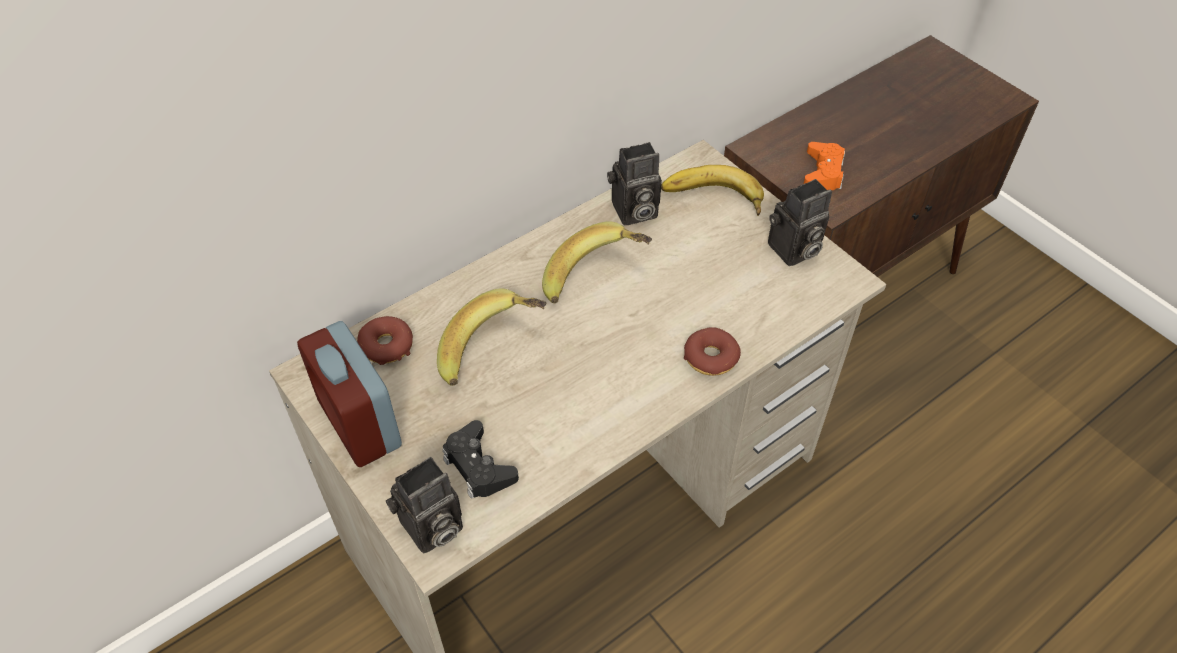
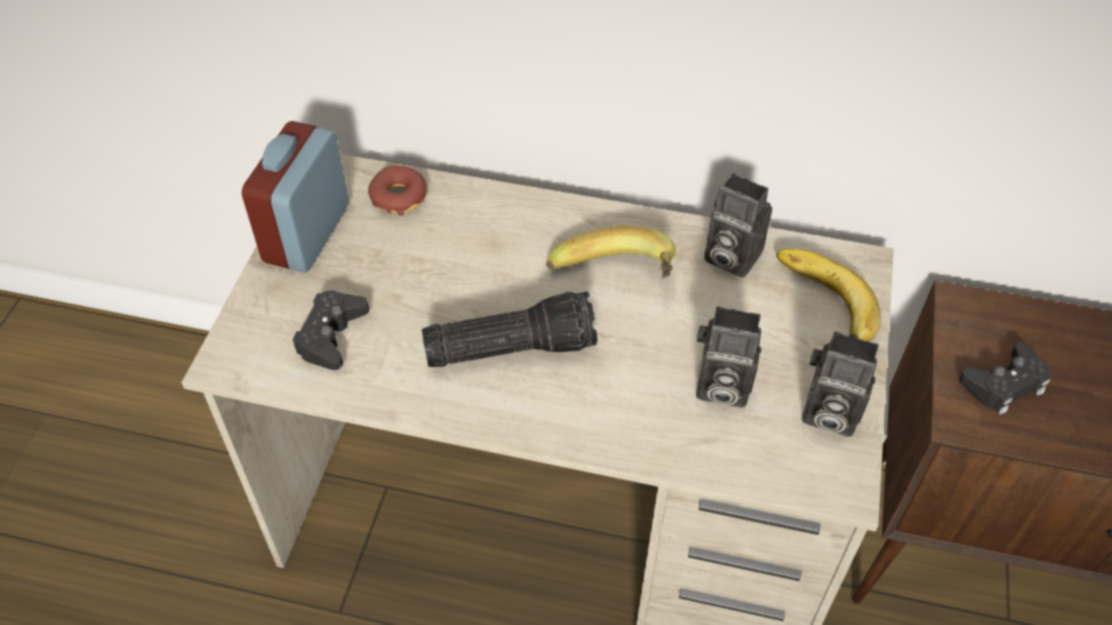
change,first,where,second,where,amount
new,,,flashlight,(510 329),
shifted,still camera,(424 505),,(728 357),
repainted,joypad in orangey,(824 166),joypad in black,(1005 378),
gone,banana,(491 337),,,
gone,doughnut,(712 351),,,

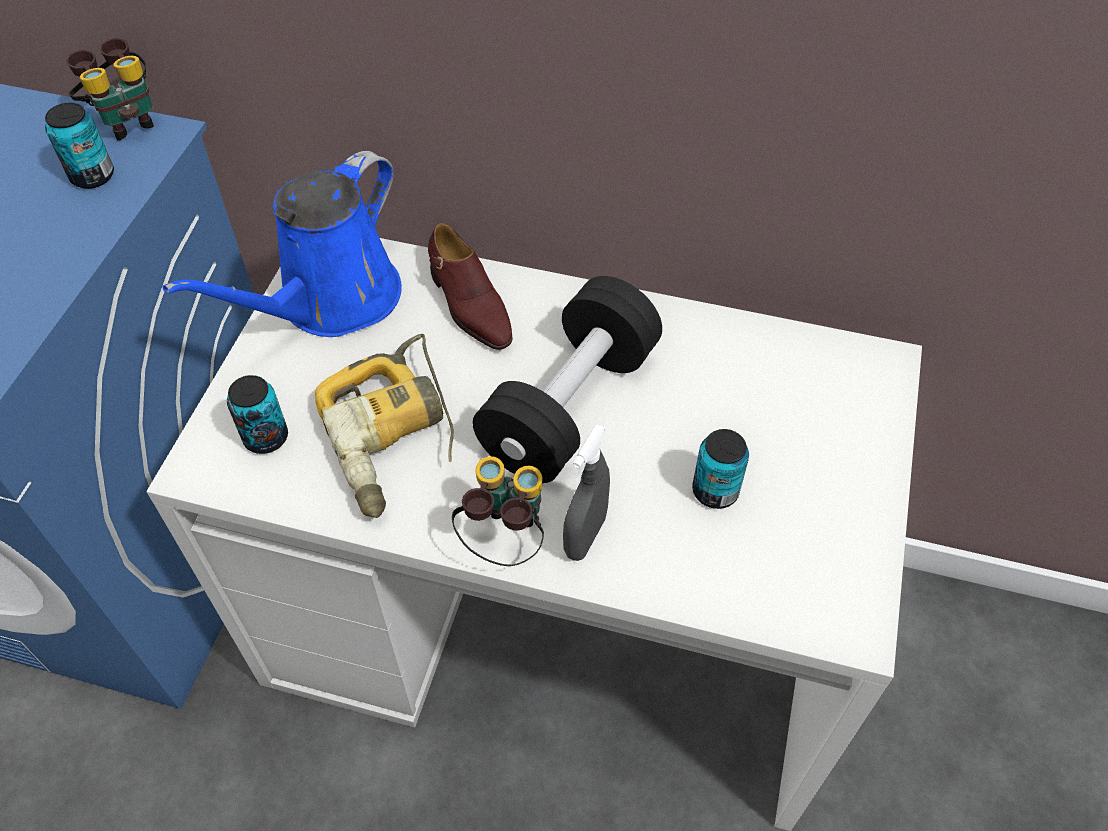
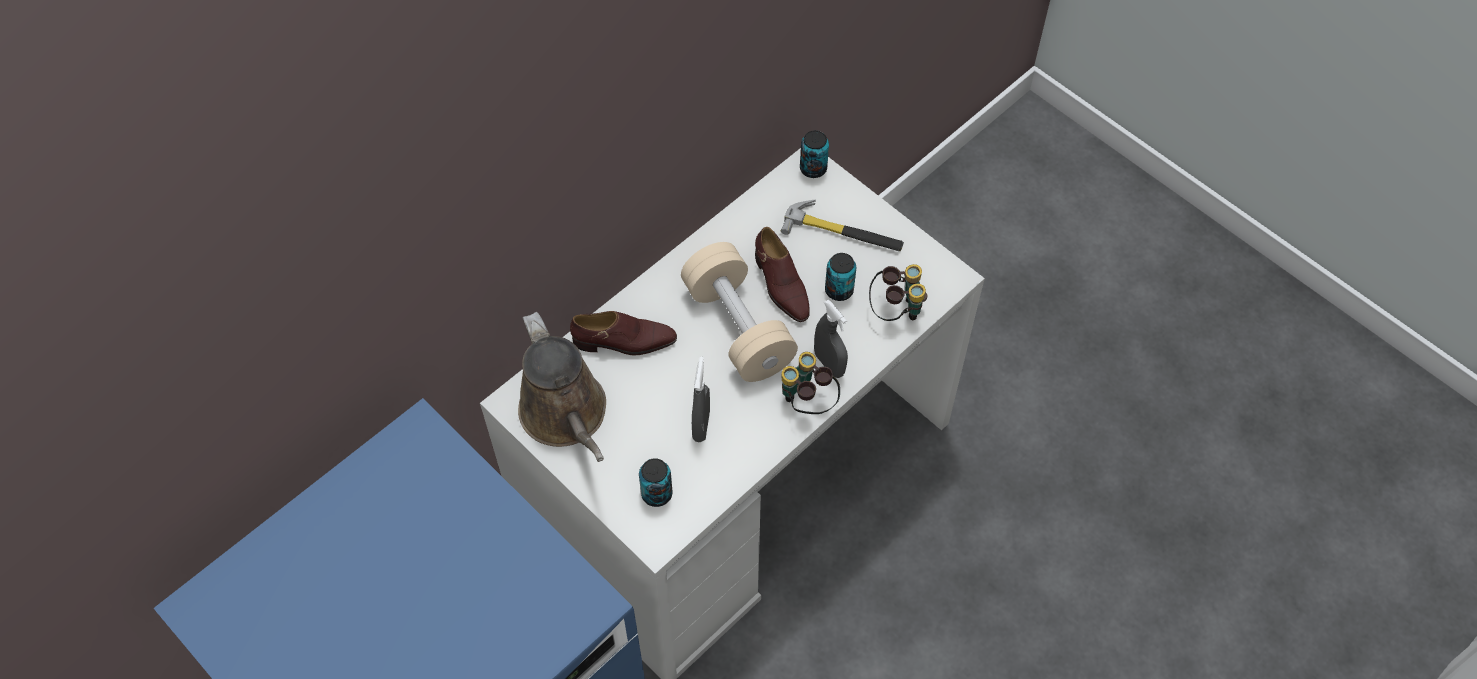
change,first,where,second,where,amount
repainted,watering can in blue,(282 244),watering can in brown,(562 387),
repainted,dumbbell in black,(567 379),dumbbell in beige-coloured,(739 312),
swapped,power drill,(384 426),hand sprayer in gray,(701 399),
new,,,low shoe in brown,(782 274),
new,,,hammer,(842 225),
shifted,sealed can,(79 146),,(814 154),
shifted,field glasses,(110 89),,(898 292),

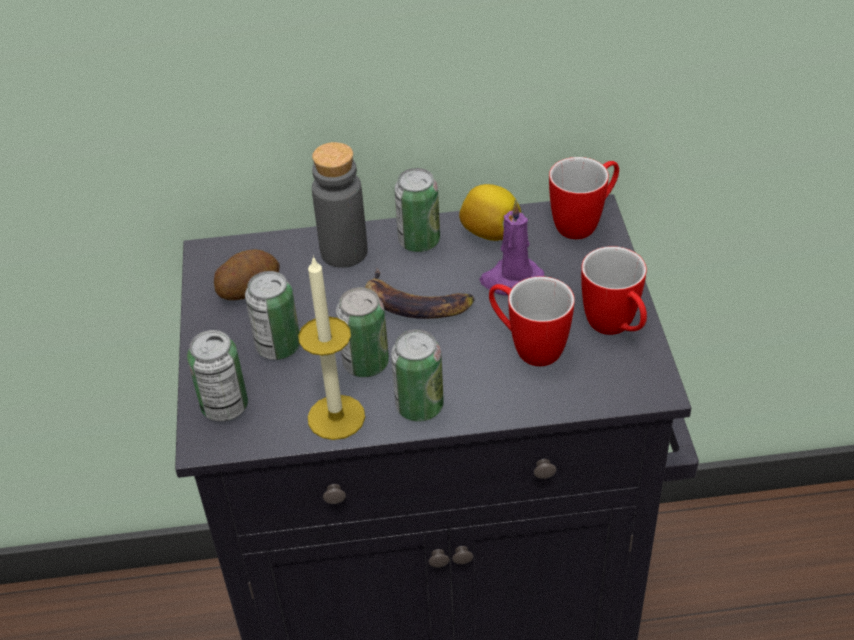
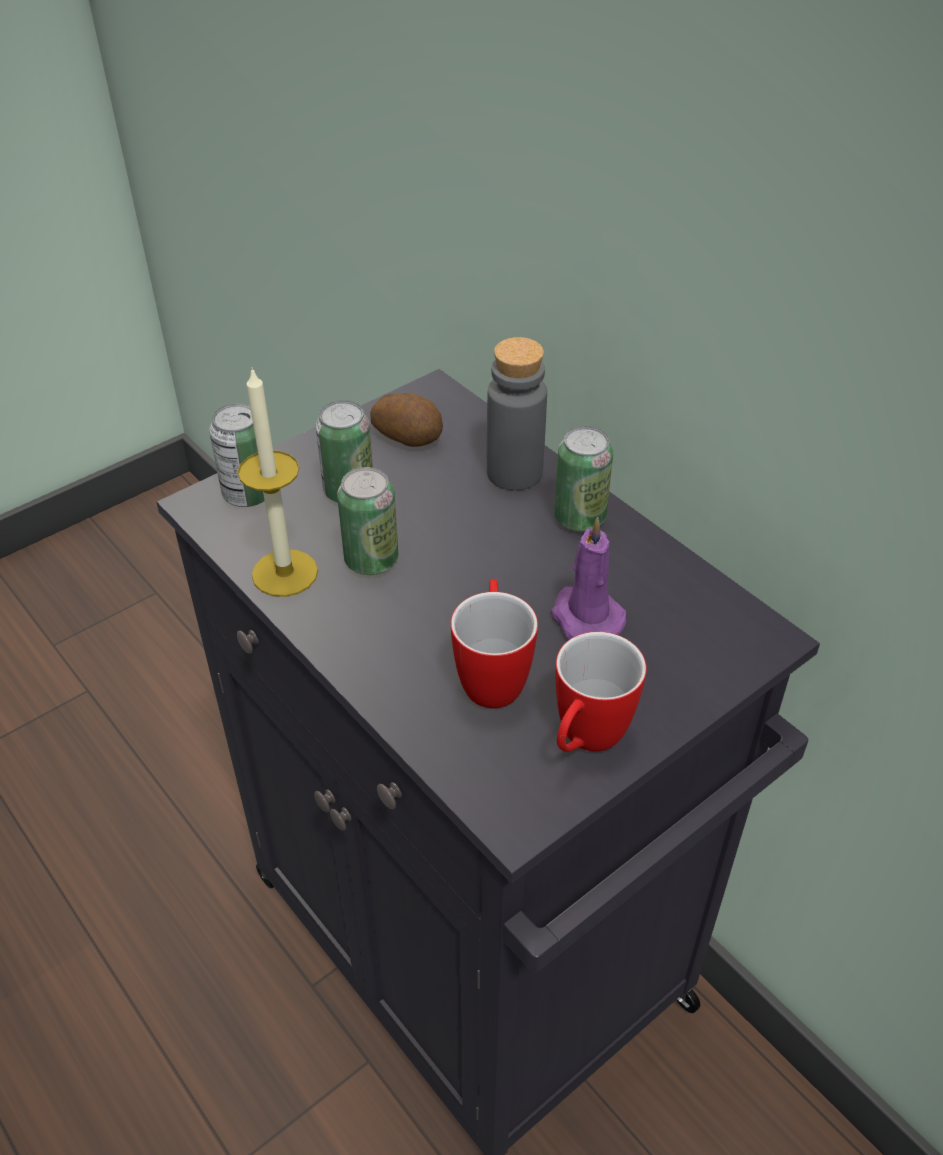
change,first,where,second,where,amount
gone,banana,(420 293),,,
gone,sealed can,(417 375),,,
gone,lemon,(490 212),,,
gone,mug,(584 198),,,

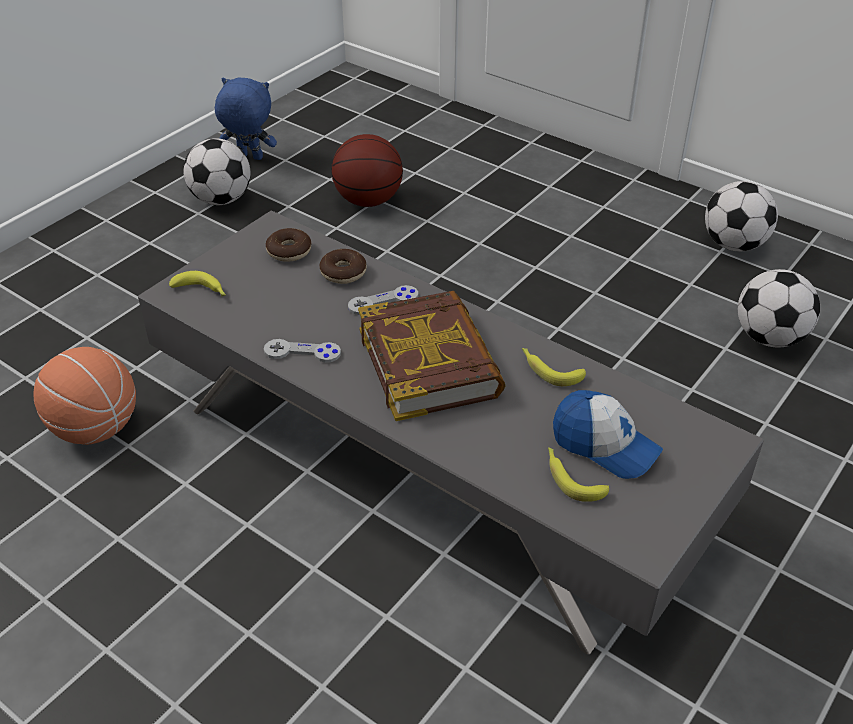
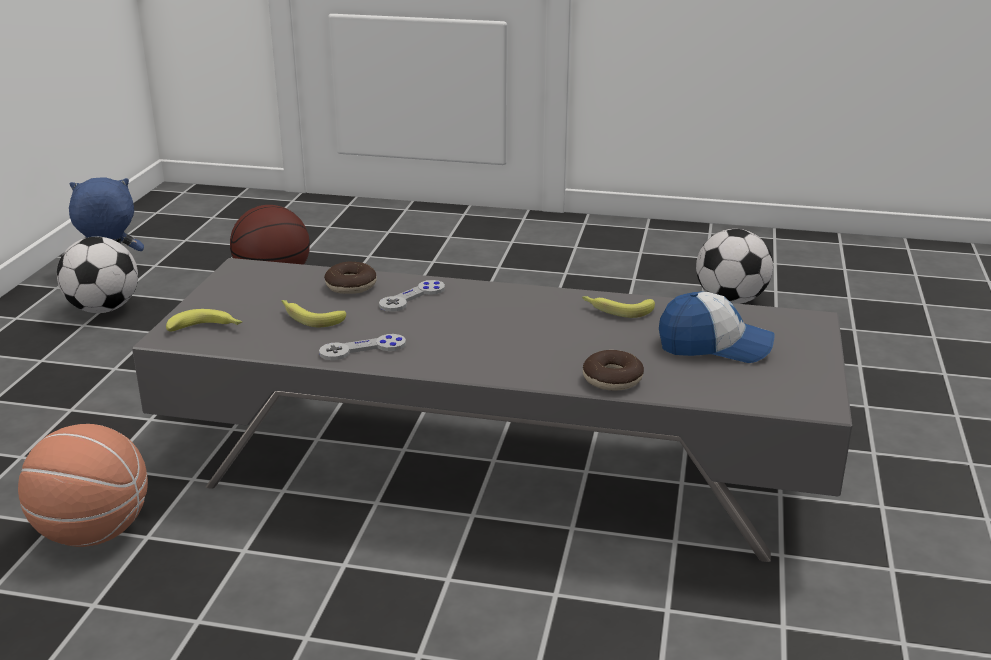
change,first,where,second,where,amount
shifted,banana,(578 474),,(313 313),
shifted,doughnut,(288 245),,(613 370),
gone,bound book,(431 356),,,
gone,football ball,(741 216),,,

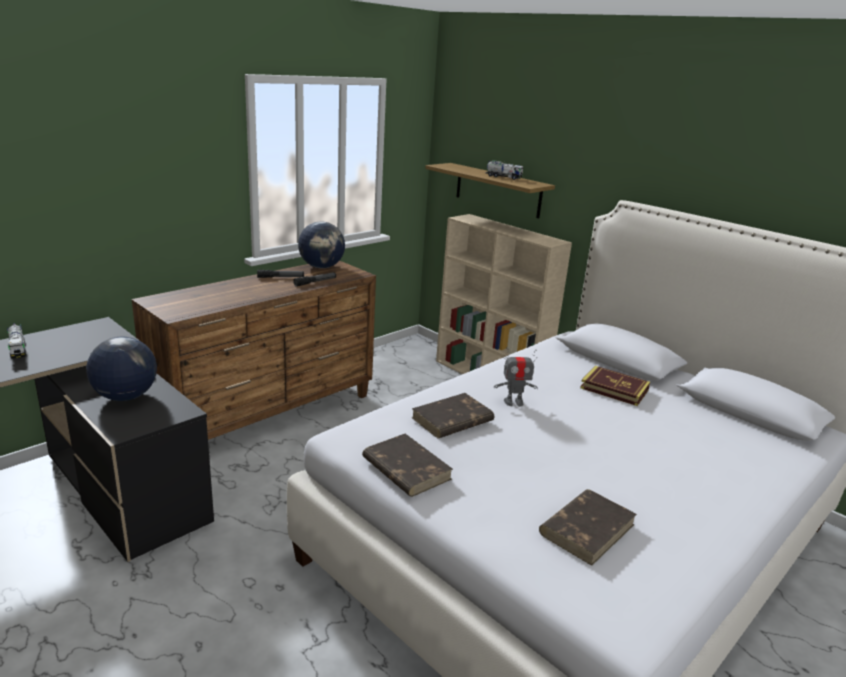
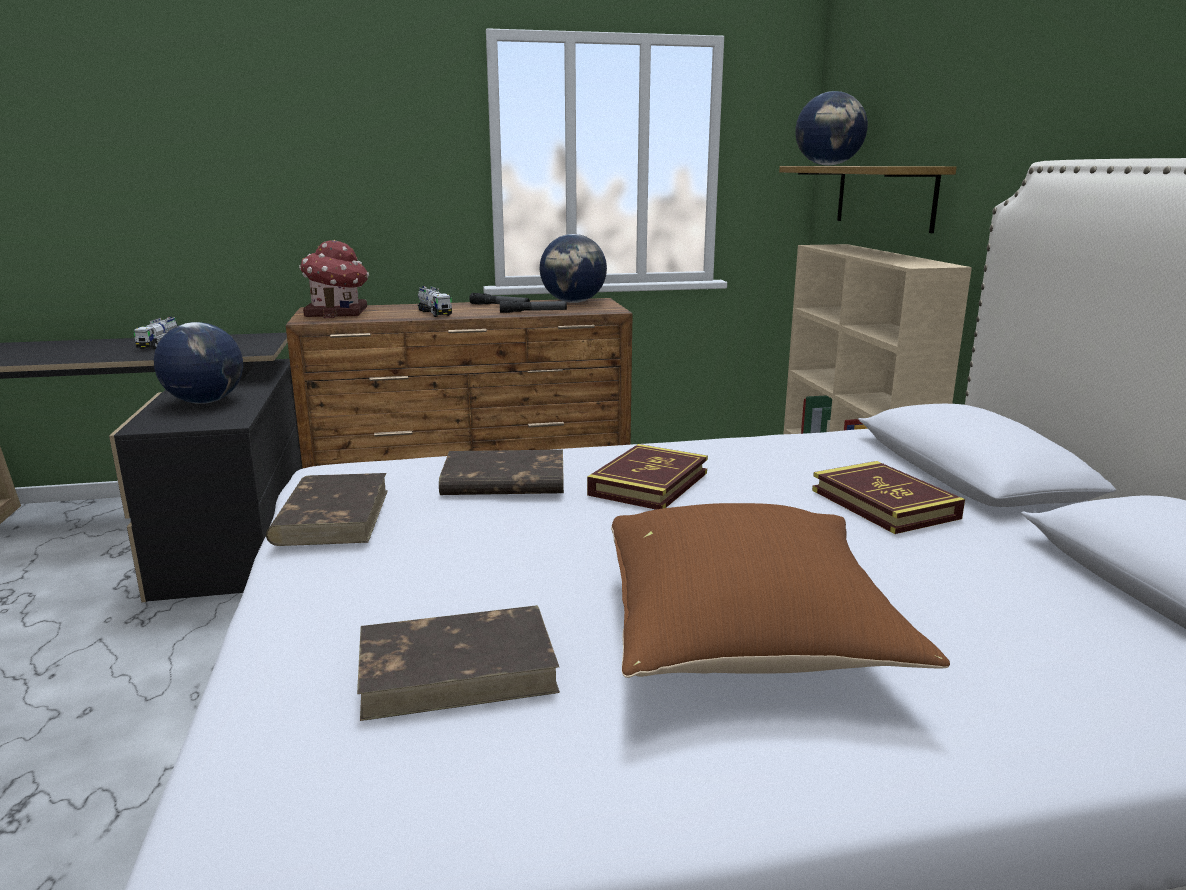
change,first,where,second,where,amount
new,,,toy house,(334 279),
shifted,toy lorry,(504 170),,(434 301),
swapped,robot figure,(516 377),bound book,(647 477),
new,,,cushion in brown,(780 590),
new,,,world globe,(831 128),

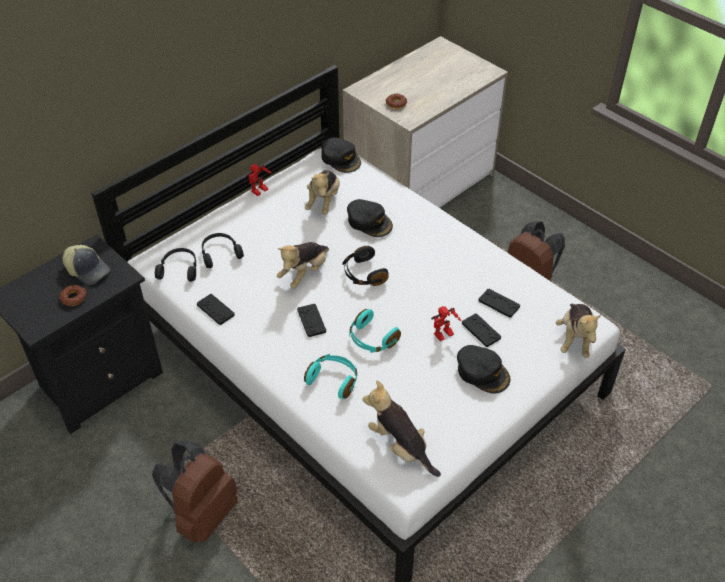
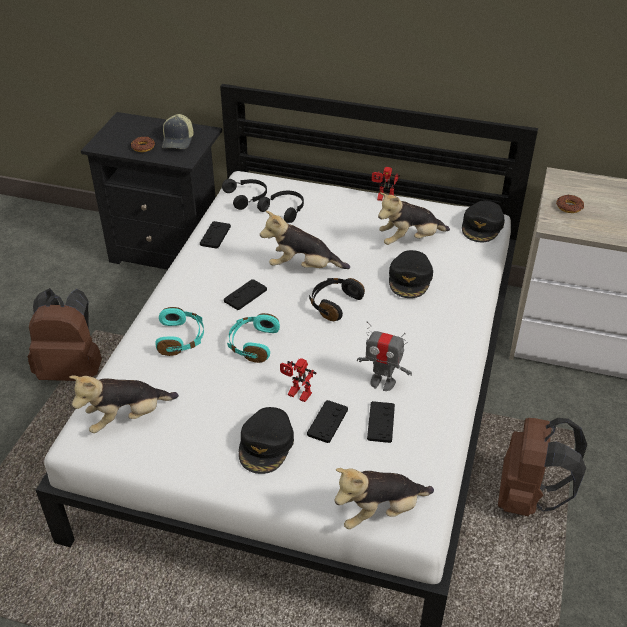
change,first,where,second,where,amount
rotated,plush toy,(402 429),,(124 404),135 degrees counterclockwise
new,,,robot figure,(384 356),

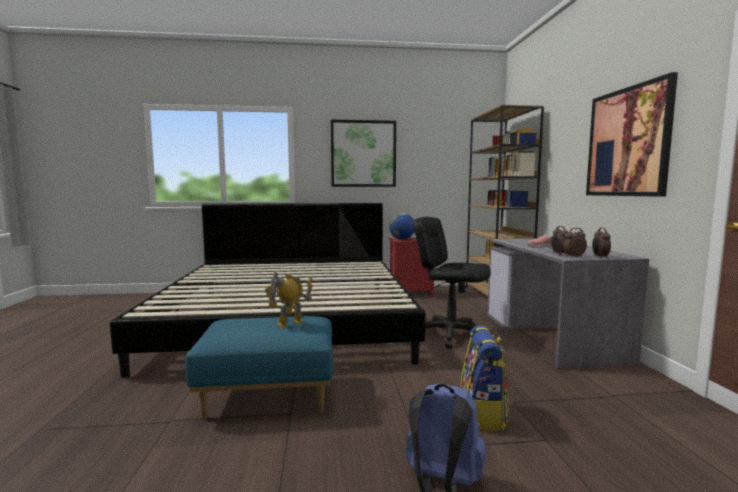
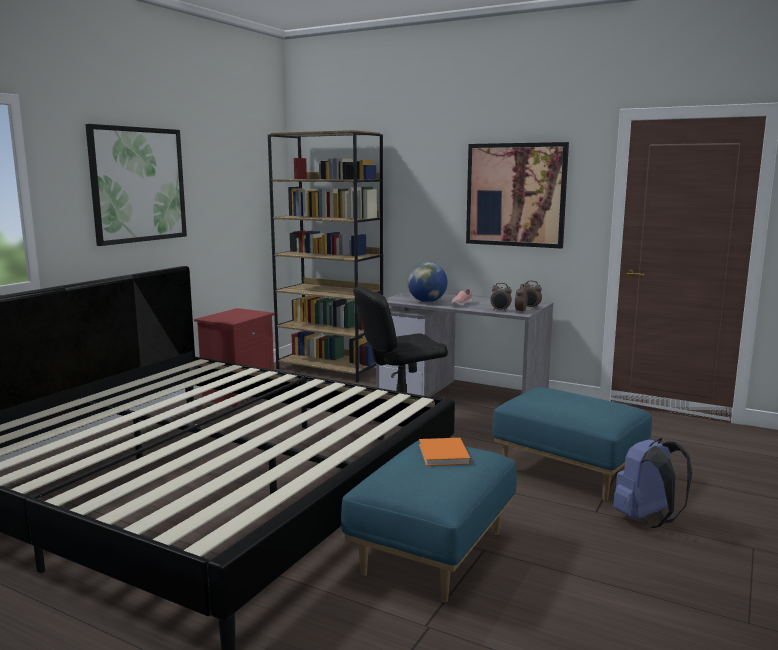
change,first,where,second,where,amount
shifted,world globe,(402 226),,(428 282),
swapped,robot figure,(288 299),bound book in orangey,(445 452),
swapped,rucksack,(485 378),ottoman in blue,(572 444),

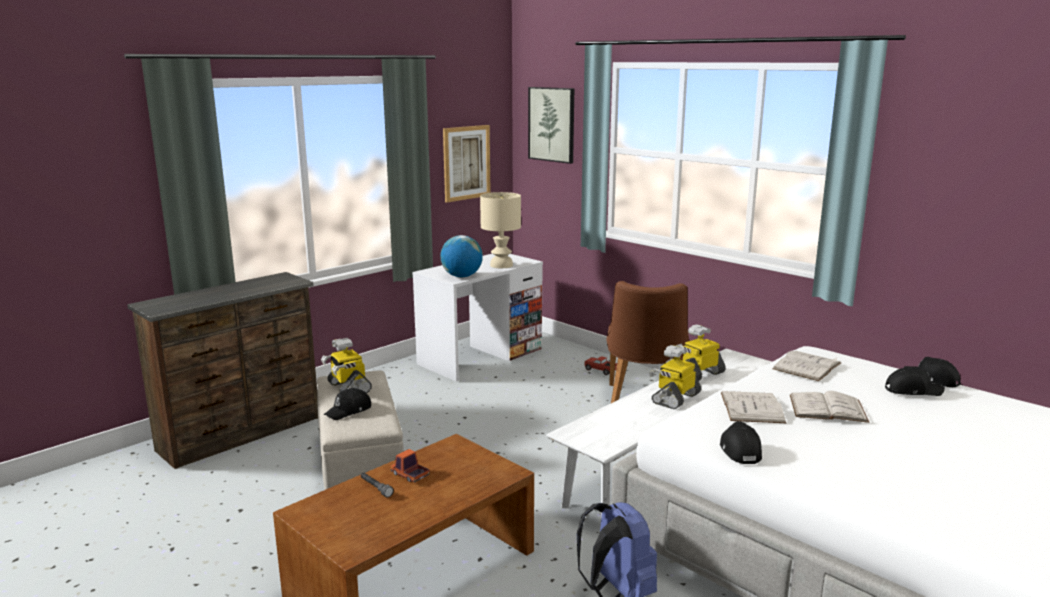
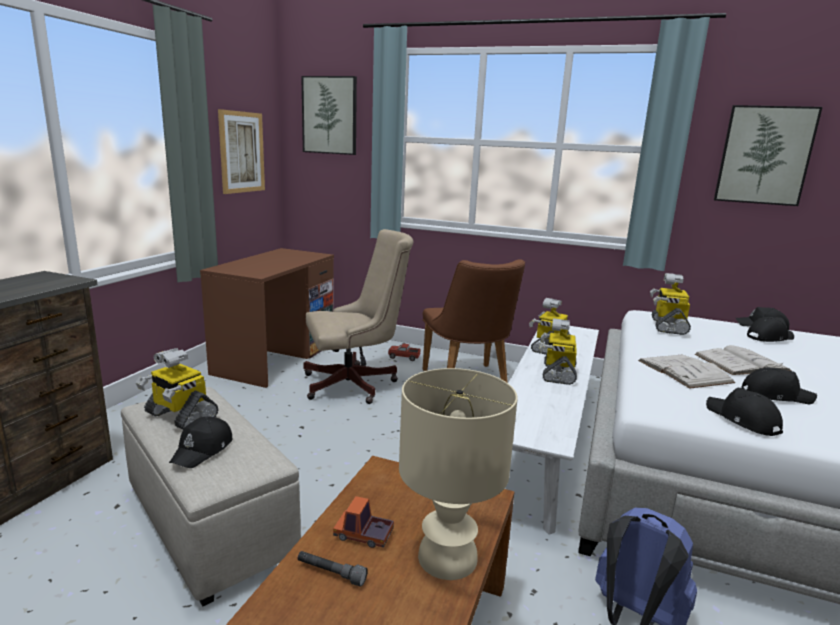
change,first,where,second,where,amount
repainted,desk unit in whitish,(477 318),desk unit in brown,(267 318),
new,,,desk chair in beige-coloured,(358 316),
shifted,lamp for a table in beige-coloured,(500 230),,(458 474),
swapped,bound book in whitish,(806 366),robot figure,(670 304),
new,,,picture,(768 155),
new,,,cap in black,(779 386),
gone,world globe,(461 256),,,

